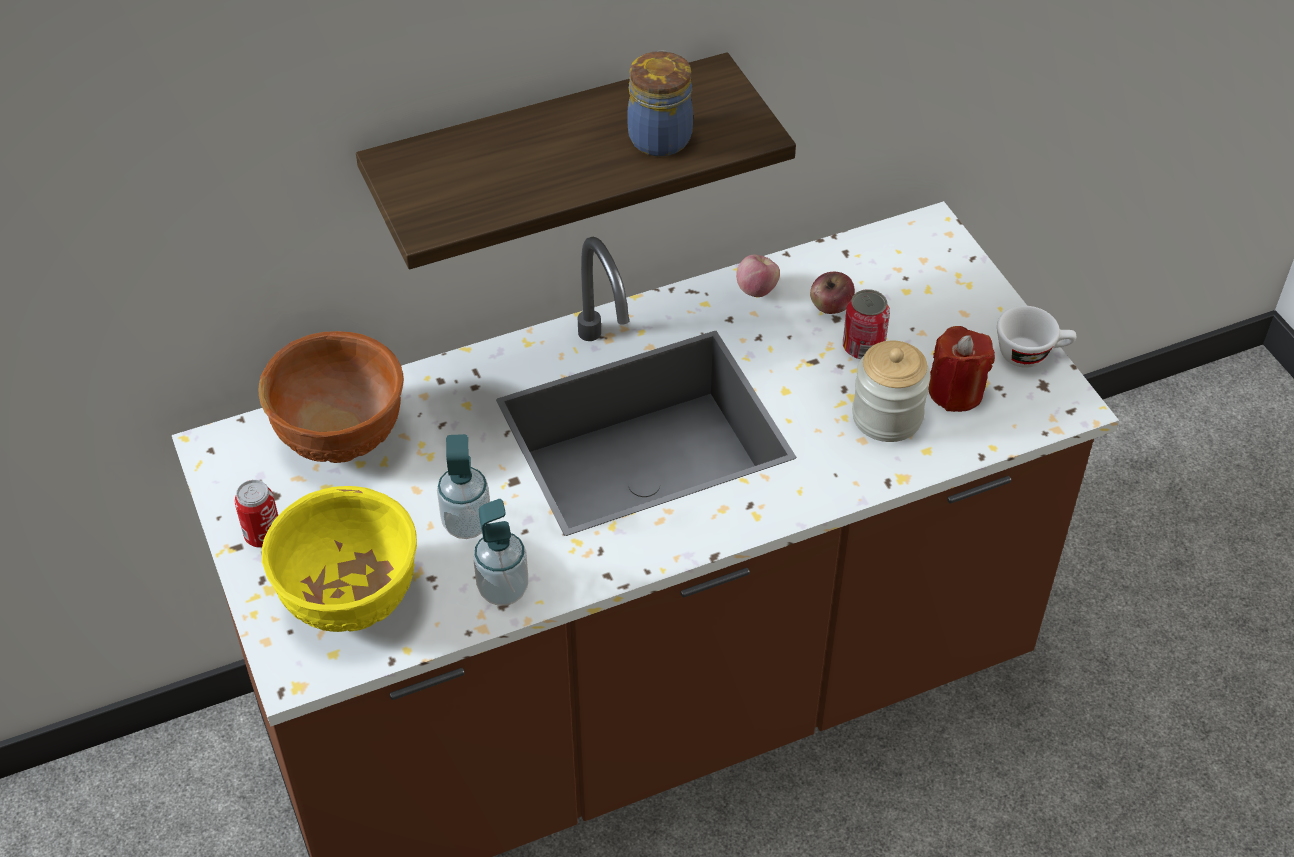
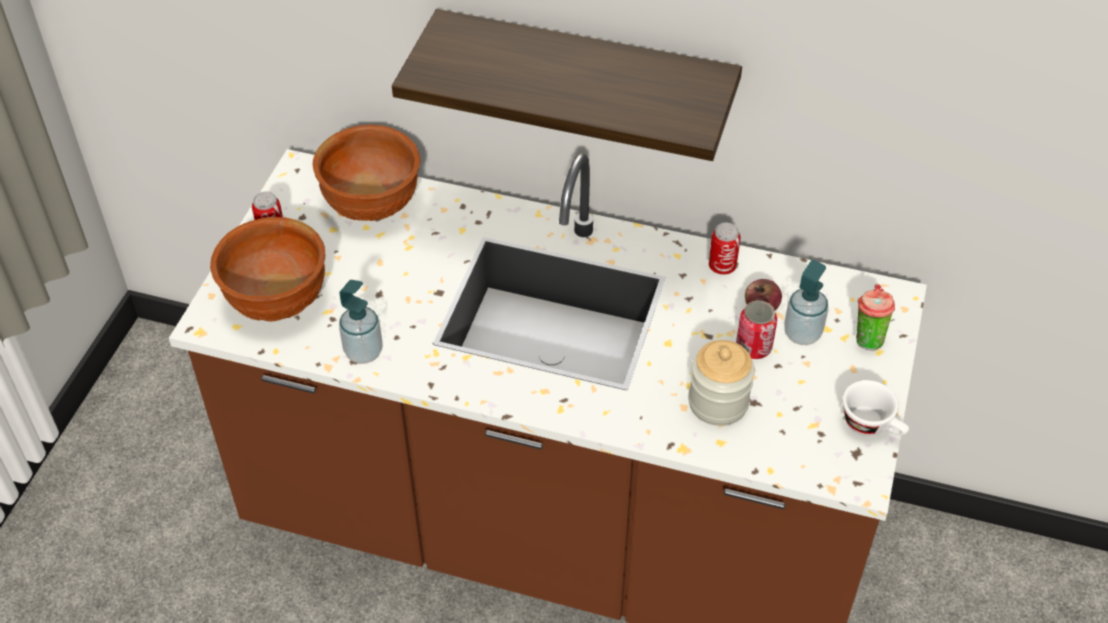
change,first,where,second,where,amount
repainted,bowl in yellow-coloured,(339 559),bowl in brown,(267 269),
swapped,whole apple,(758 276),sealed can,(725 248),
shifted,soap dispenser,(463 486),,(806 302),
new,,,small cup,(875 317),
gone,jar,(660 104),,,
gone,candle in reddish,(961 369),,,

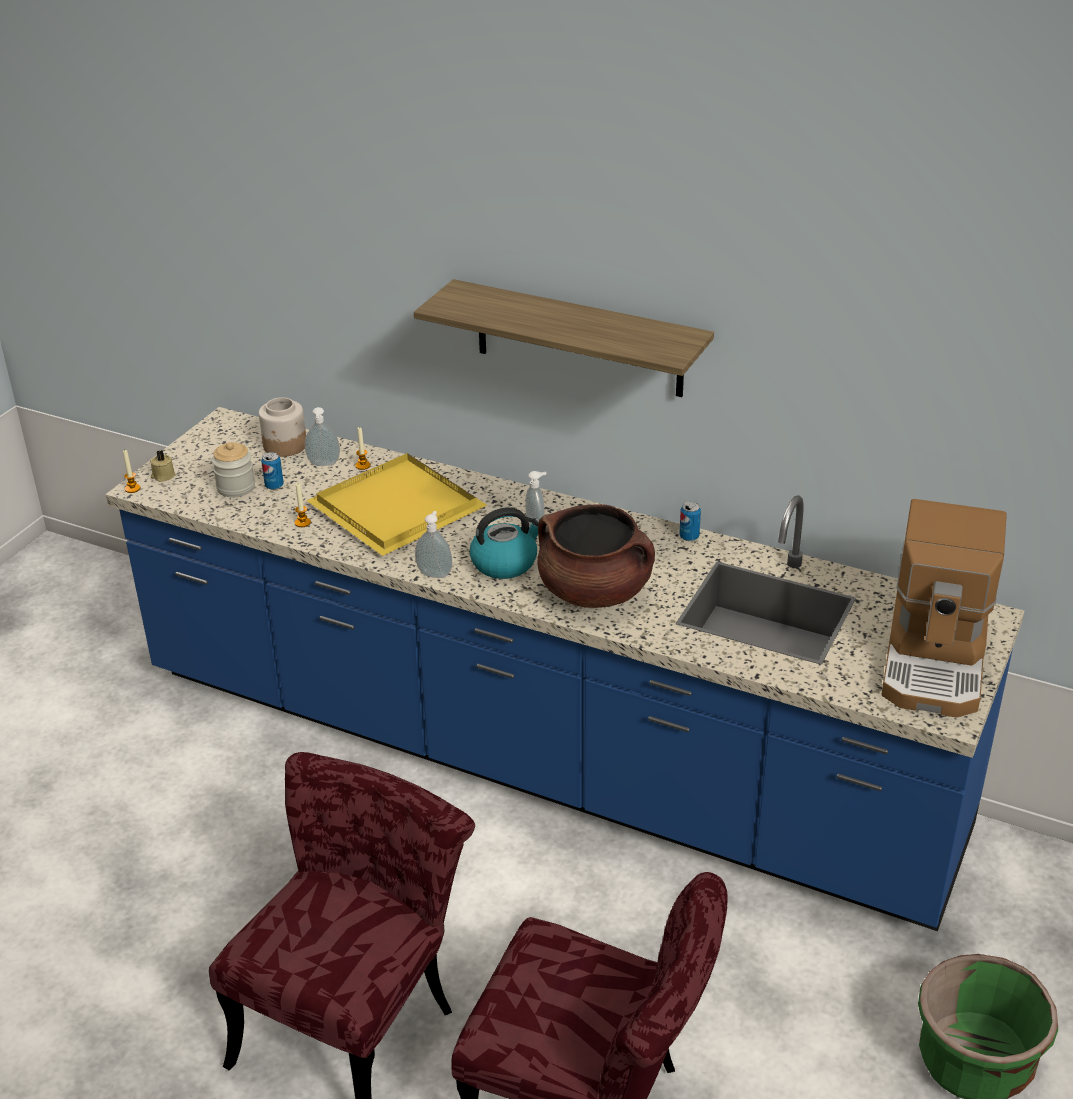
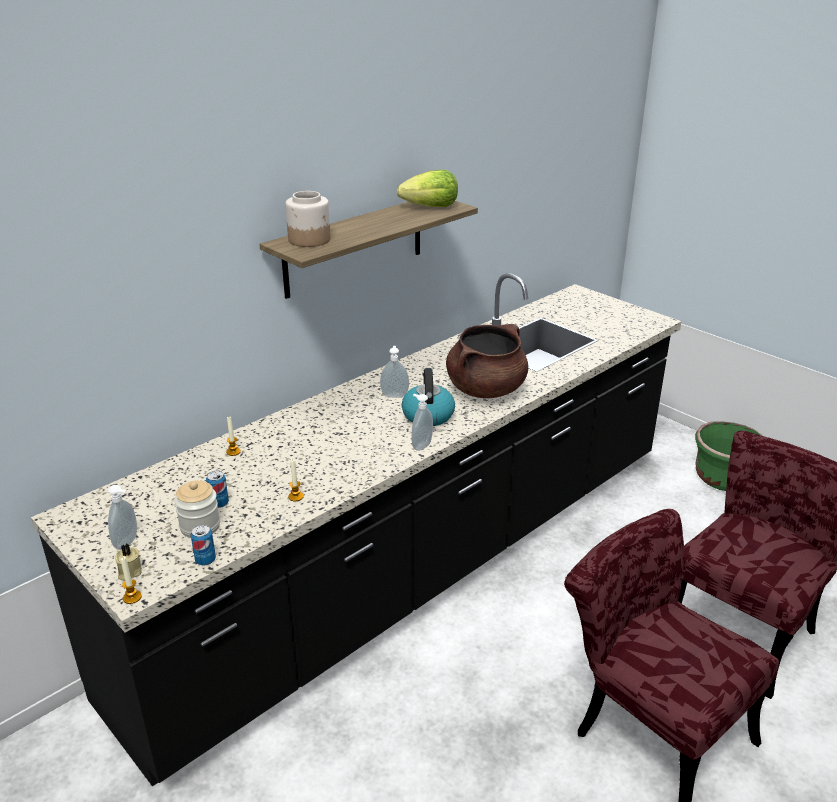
change,first,where,second,where,amount
repainted,kitchen base unit in blue,(564 669),kitchen base unit in black,(356 529),
shifted,soap dispenser,(322 436),,(122 517),
shifted,sealed can,(690 521),,(203 545),
shifted,jar,(282 427),,(308 219),
new,,,head of lettuce,(427 188),
gone,tray in yellow-coloured,(396 504),,,
gone,coffee maker,(944 608),,,

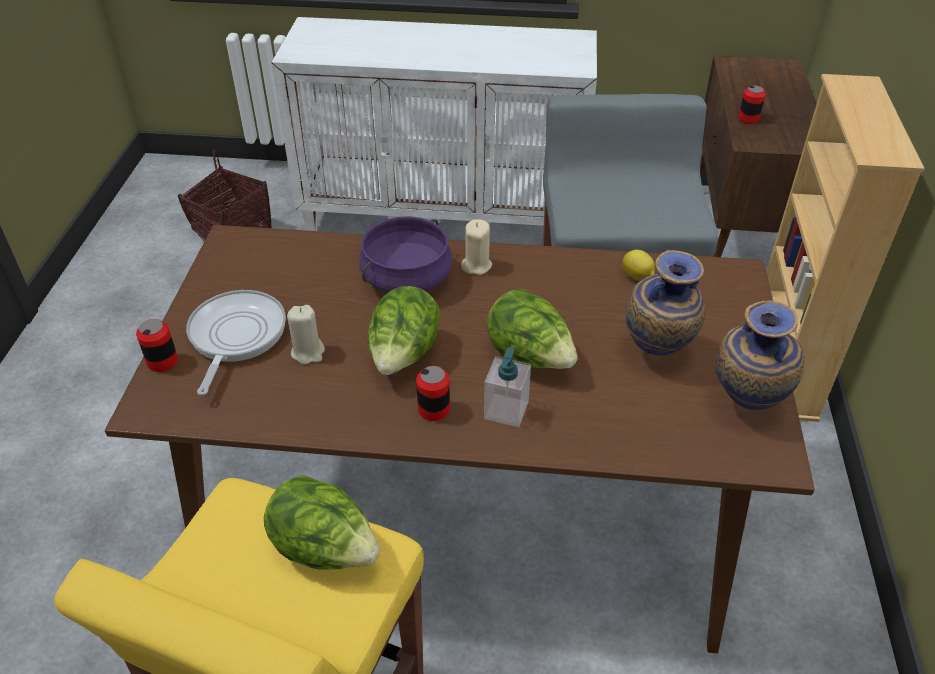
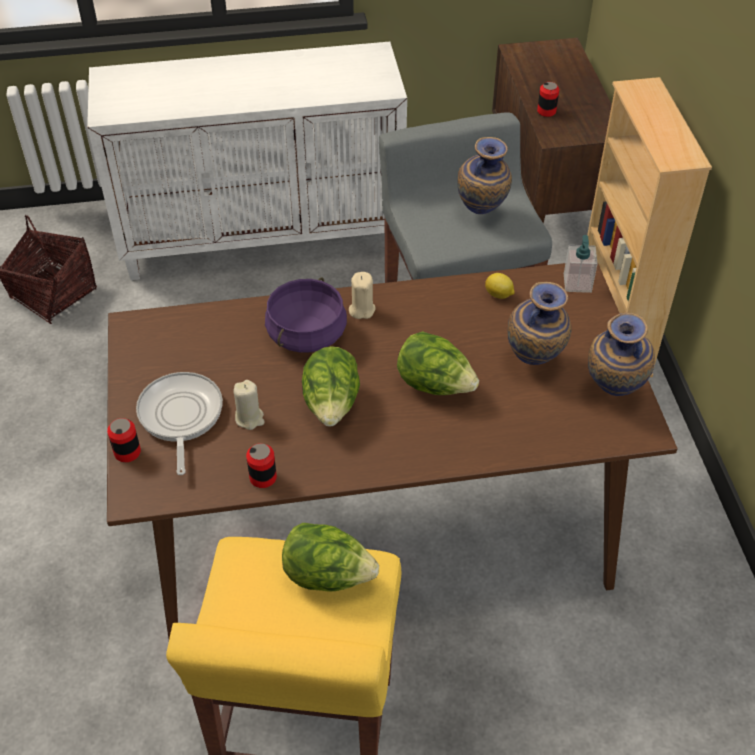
change,first,where,second,where,amount
shifted,sealed can,(433 393),,(261 465),
new,,,decorative vase,(484 175),
shifted,soap dispenser,(507 387),,(581 264),

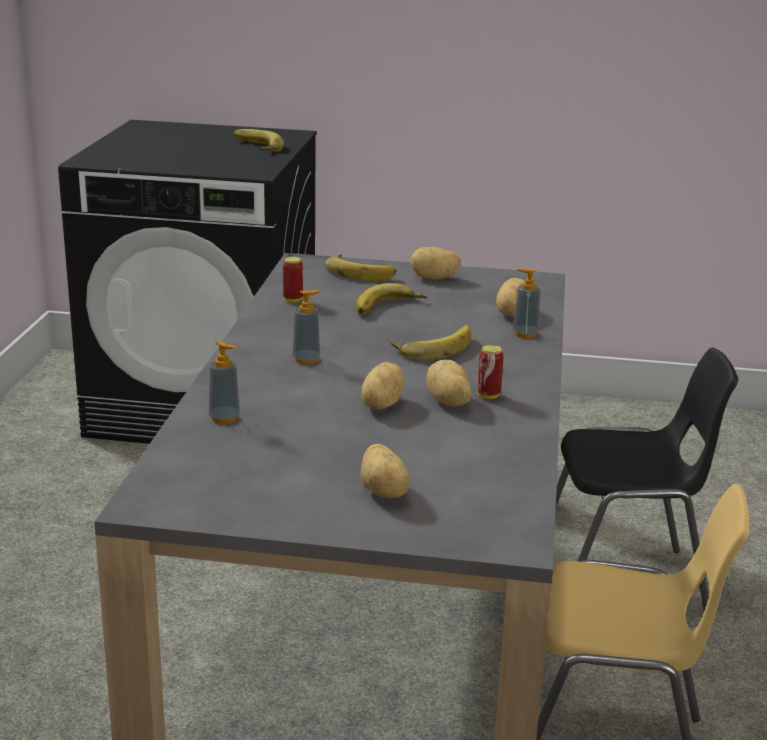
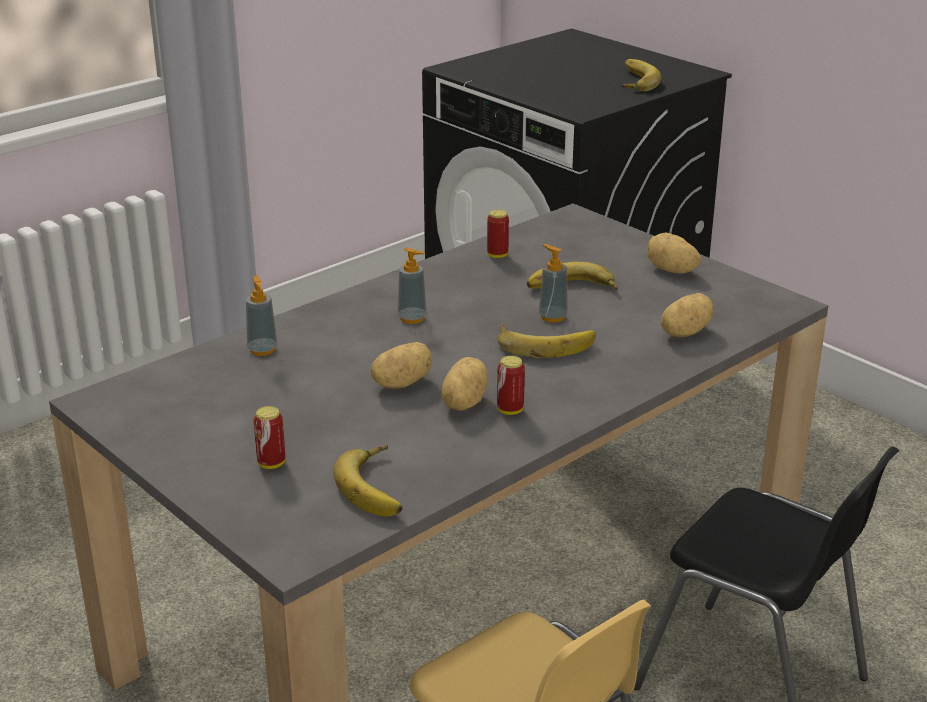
change,first,where,second,where,amount
swapped,potato,(385 471),sealed can,(269 437),
shifted,banana,(360 267),,(367 481),
shifted,soap dispenser,(526 304),,(553 283),

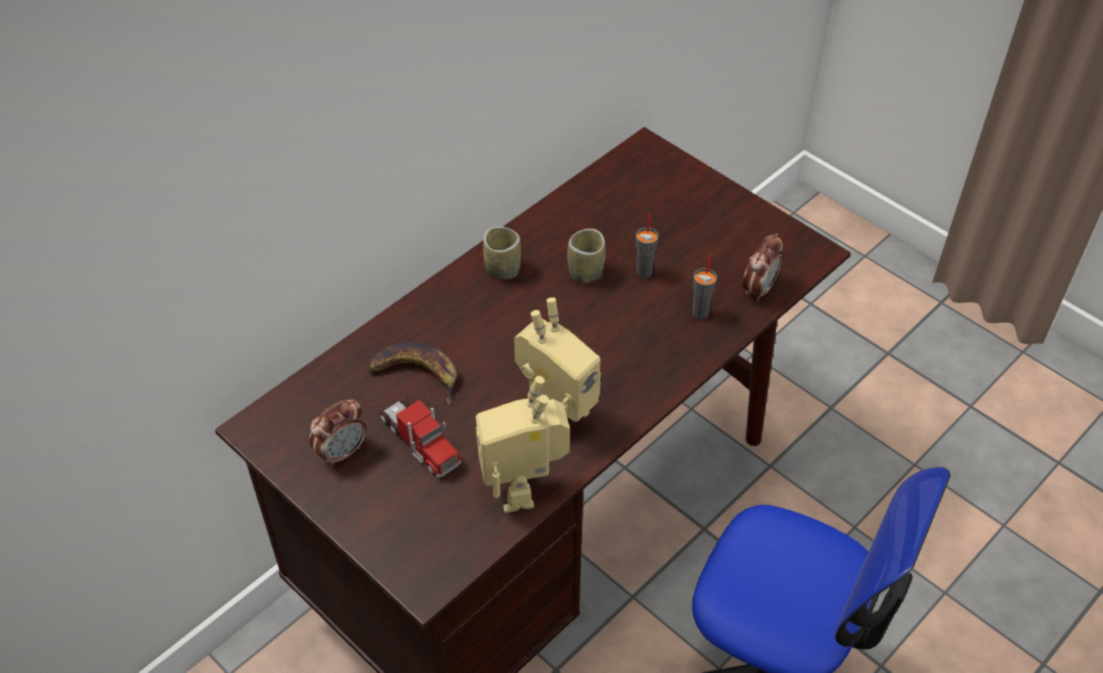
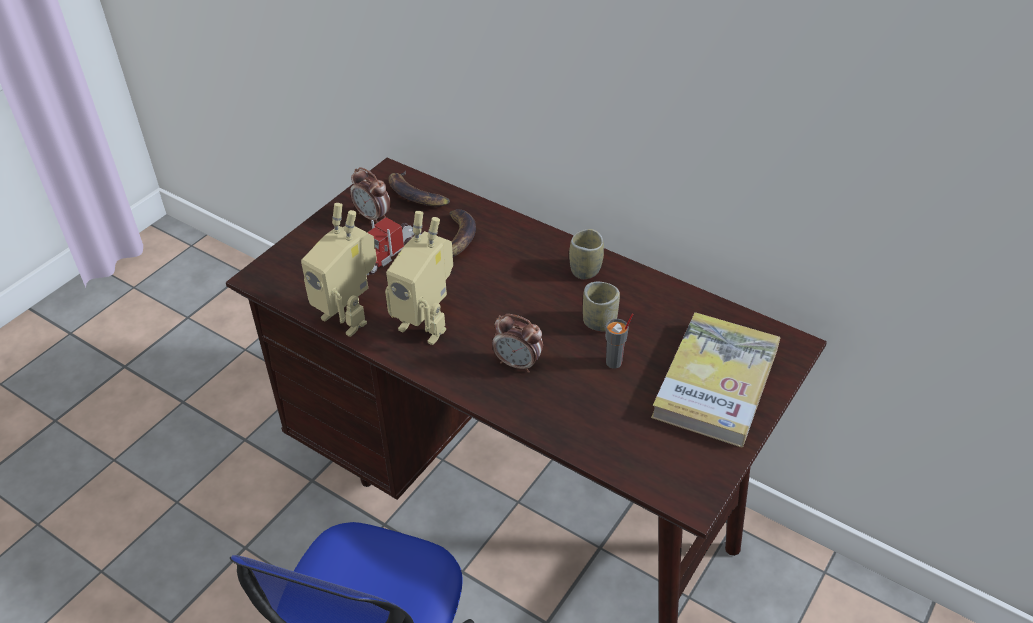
change,first,where,second,where,amount
rotated,robot figure,(523 444),,(339 270),120 degrees counterclockwise
new,,,banana,(419 189),
shifted,bedside clock,(762 267),,(517 343),
new,,,bound book,(715 380),
gone,small cup in gray,(704 286),,,

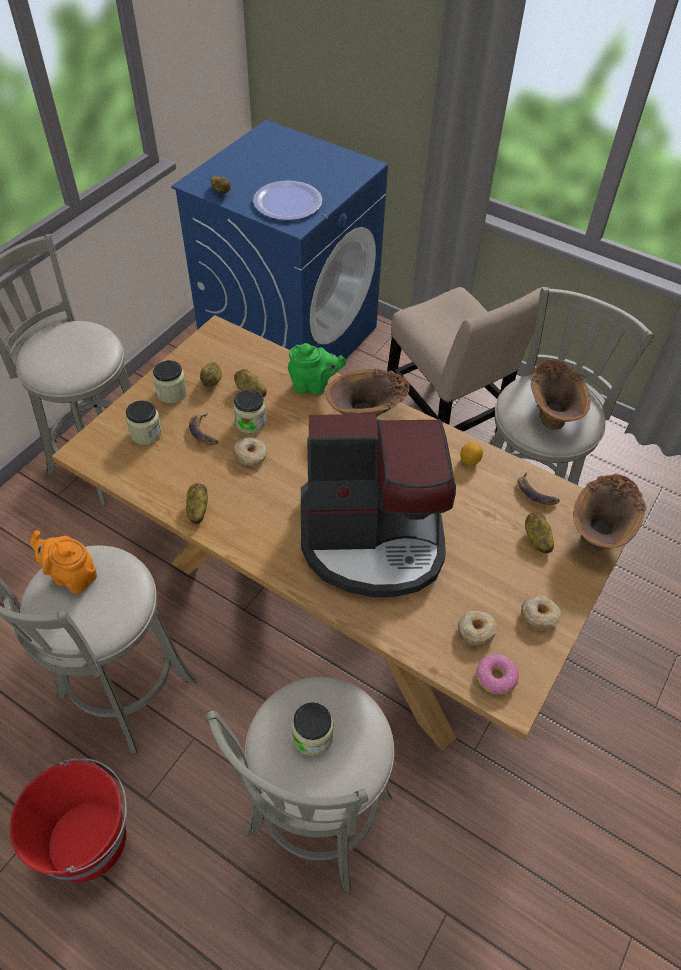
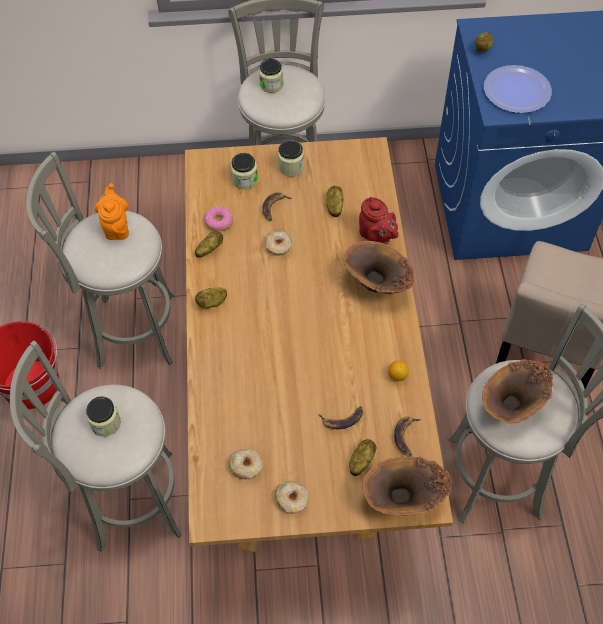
change,first,where,second,where,amount
shifted,potato,(211 374),,(211 297),
shifted,doughnut,(497 674),,(219 219),
shifted,jar,(250 412),,(271 76),
new,,,banana,(341 417),
repainted,tea pot in green,(317 368),tea pot in reddish,(378 220),
gone,coffee maker,(378 505),,,

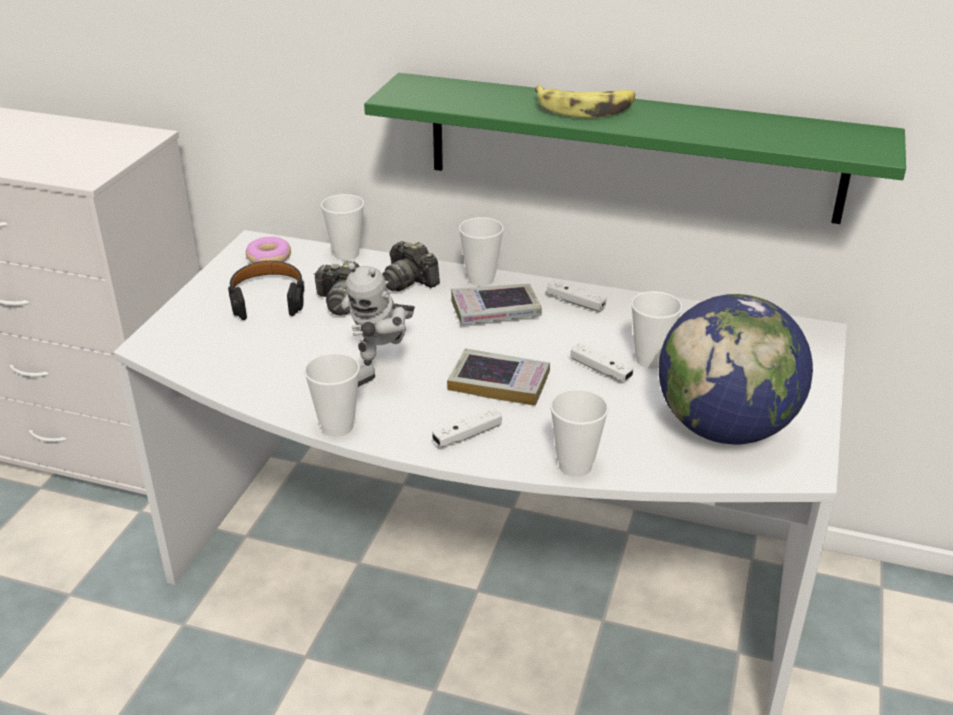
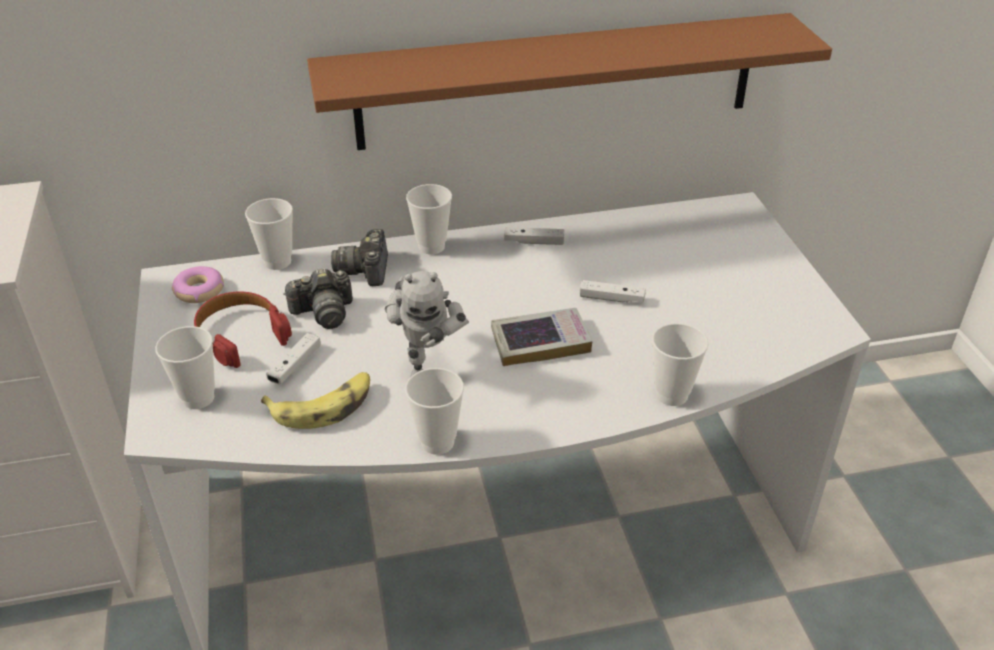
change,first,where,second,where,amount
shifted,small cup,(656 330),,(185 367),
repainted,pair of headphones in black,(266 290),pair of headphones in reddish,(243 330),
shifted,banana,(585 102),,(315 400),
shifted,joypad in whitish,(467 427),,(293 358),
repainted,bracket shelf in green,(635 148),bracket shelf in brown,(569 81),
rotated,still camera,(411 266),,(359 257),75 degrees clockwise
gone,bound book,(496 304),,,
gone,world globe,(736 369),,,

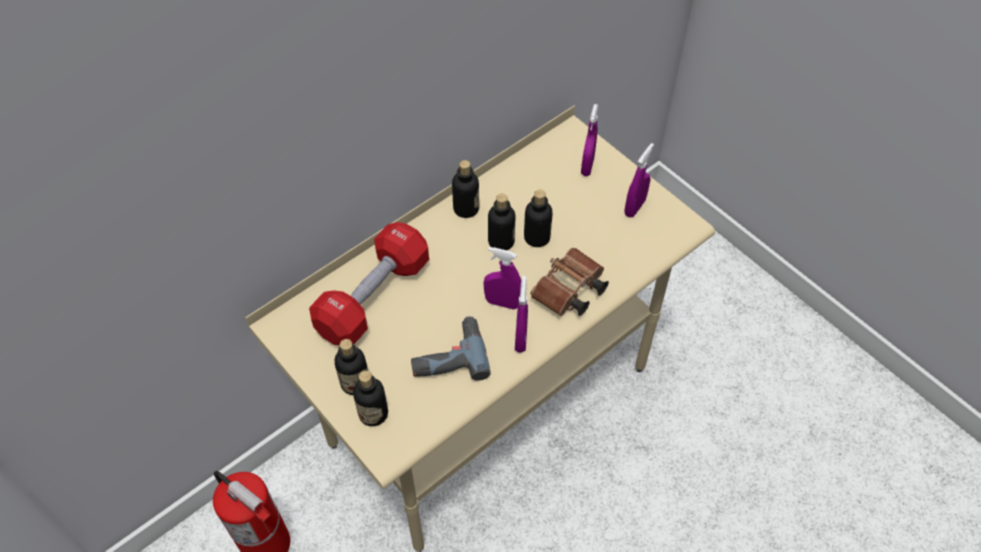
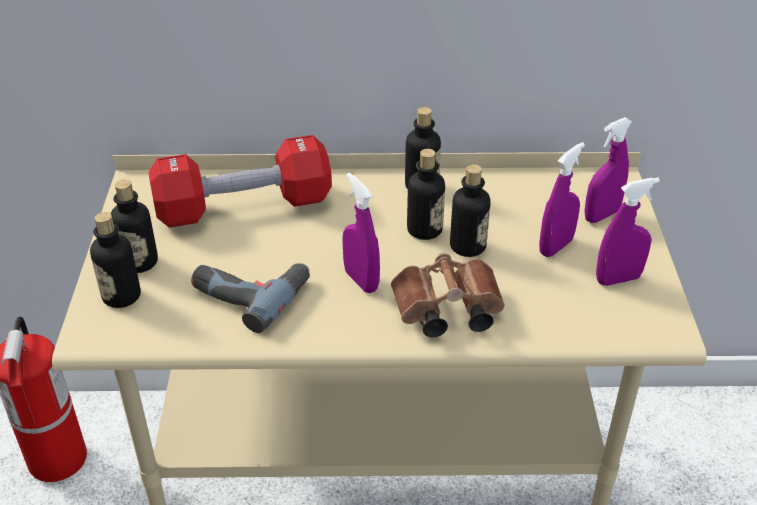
change,first,where,second,where,amount
shifted,hand sprayer in purple-coloured,(521 314),,(562 199),

